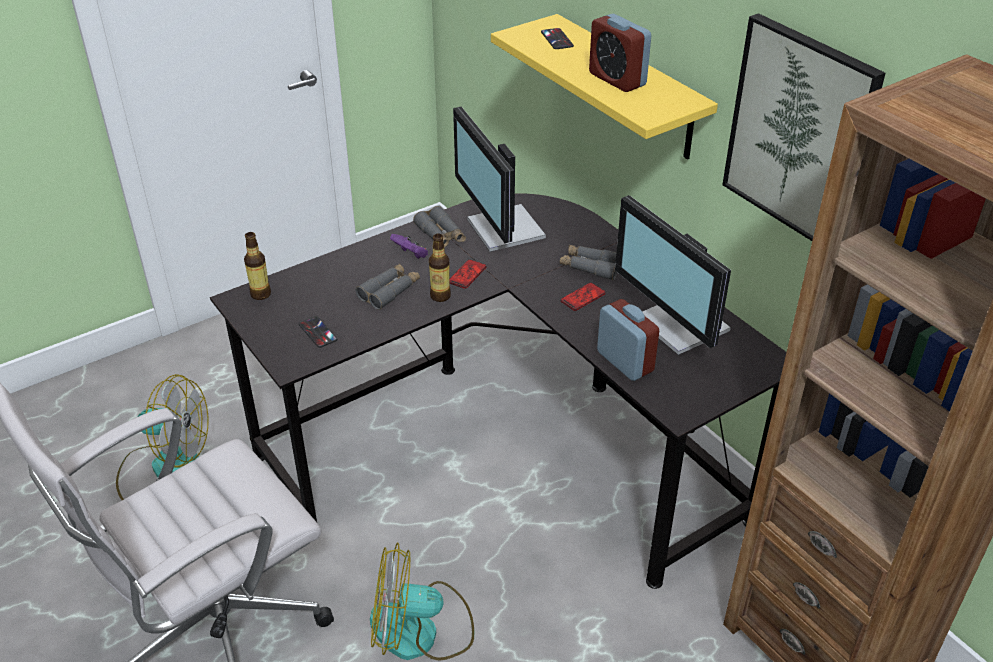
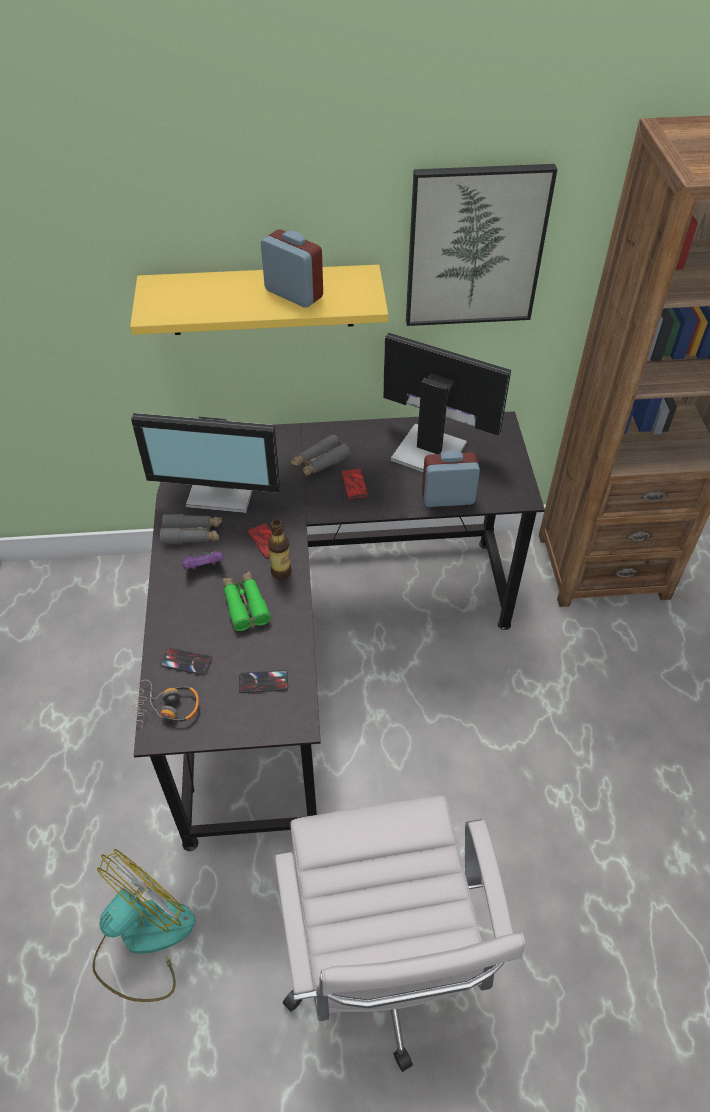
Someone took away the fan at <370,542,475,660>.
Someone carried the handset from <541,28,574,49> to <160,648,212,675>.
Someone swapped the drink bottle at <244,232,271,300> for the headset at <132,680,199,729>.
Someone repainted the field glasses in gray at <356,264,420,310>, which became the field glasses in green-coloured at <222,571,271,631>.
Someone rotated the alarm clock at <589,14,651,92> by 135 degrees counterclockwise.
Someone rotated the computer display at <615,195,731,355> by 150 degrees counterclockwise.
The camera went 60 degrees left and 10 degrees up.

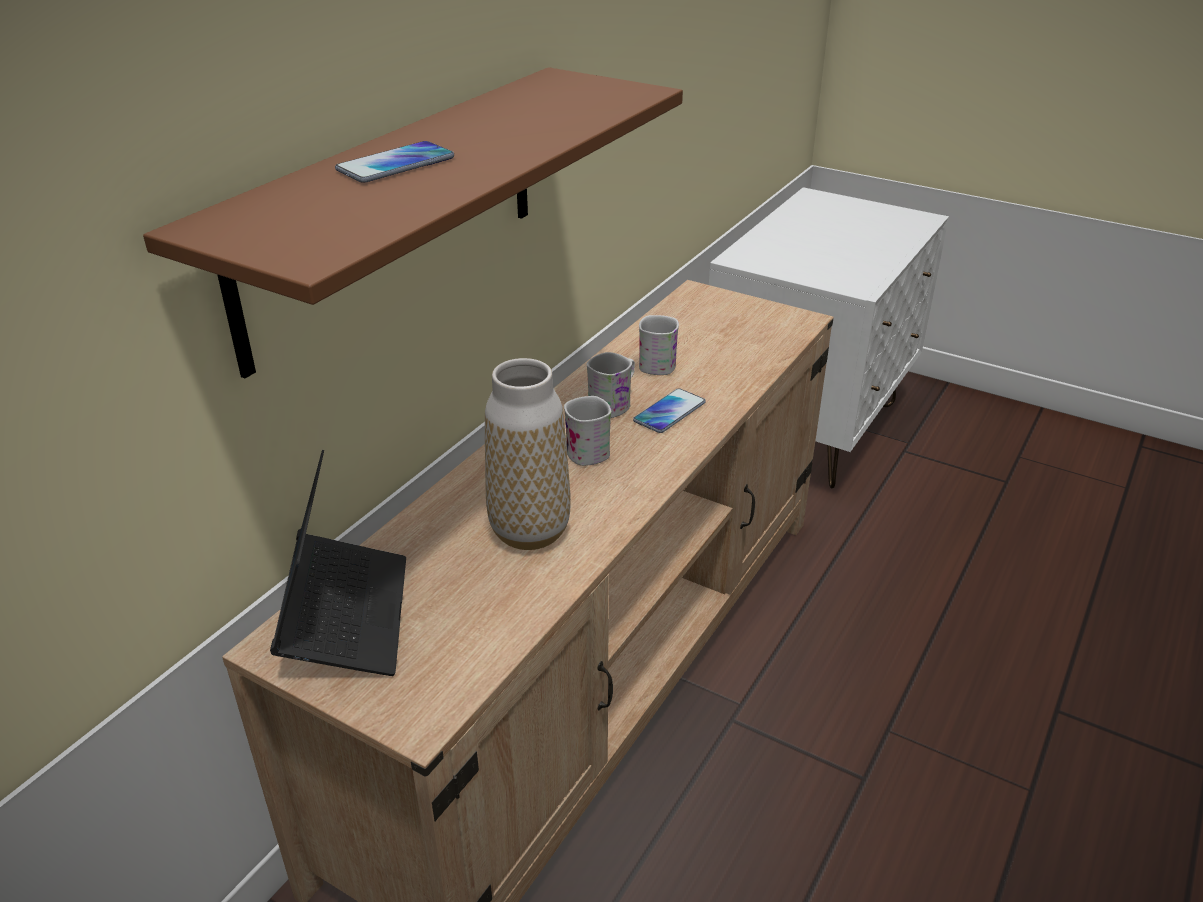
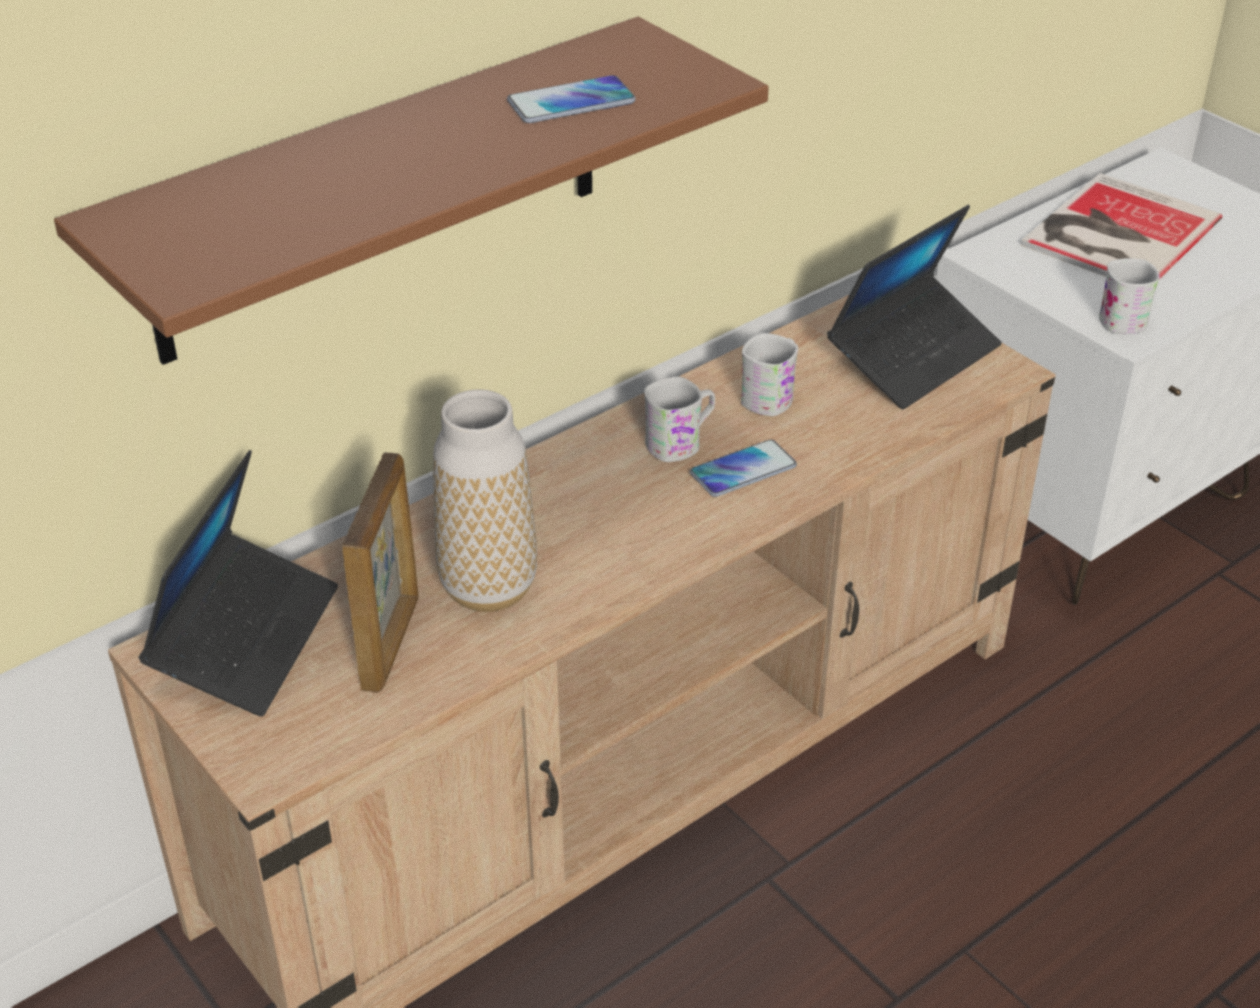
Someone put down the standing frame at <342,453,419,693>.
Someone put down the laptop at <827,205,1002,410>.
Someone put down the book at <1021,173,1222,279>.
Someone carried the handset from <335,141,454,183> to <507,75,636,123>.
Someone carried the coffee mug in whitish from <564,396,611,466> to <1099,258,1159,334>.
The camera went 20 degrees right and 5 degrees up.

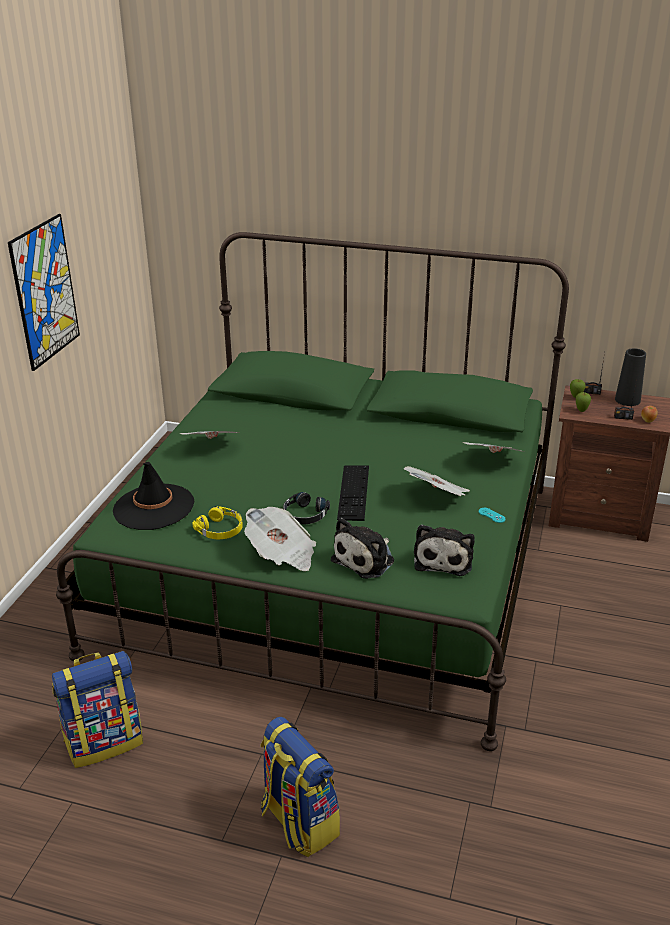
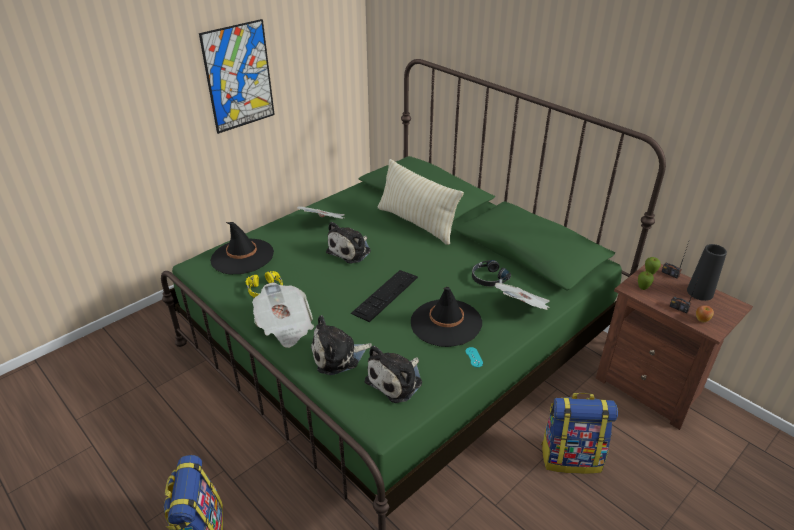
Someone put down the plush toy at <326,222,371,264>.
Someone put down the cushion in sand-coloured at <378,159,464,245>.
Someone carried the knapsack from <52,651,143,768> to <541,393,618,474>.
Someone carried the headset in blackish from <283,492,330,524> to <472,260,511,287>.
Someone swapped the newspaper at <404,466,470,496> for the clothing hat in blackish at <411,287,482,347>.
The camera went 30 degrees right and 5 degrees up.

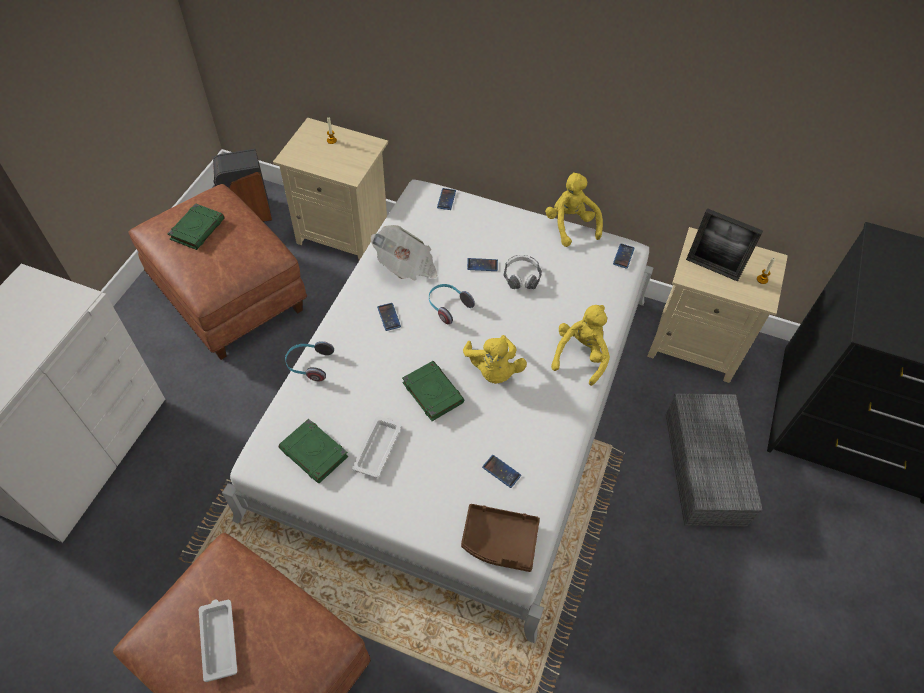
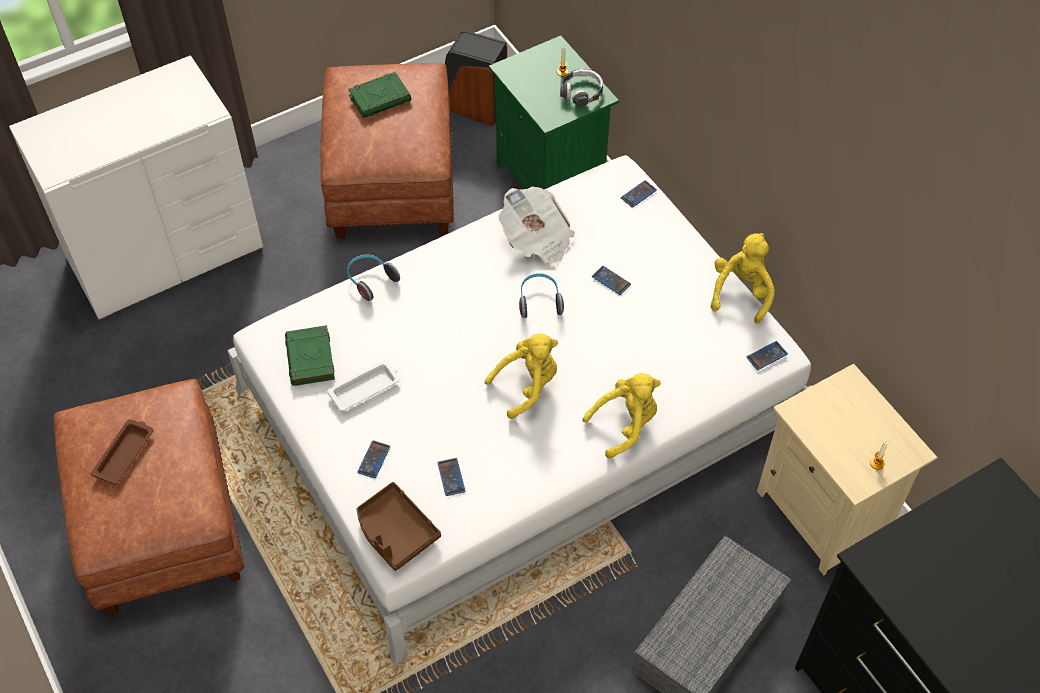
Someone took away the book in green-coloured at <402,361,464,421>.
Someone took away the standing frame at <686,208,763,282>.
Someone carried the handset from <377,303,401,331> to <357,440,390,479>.
Someone carried the headset from <503,255,542,289> to <560,69,603,107>.
Someone repainted the serving tray in whitish at <199,600,237,682>, which became the serving tray in brown-coloured at <90,419,154,485>.
Someone repainted the night table in sand-coloured at <273,118,388,260>, which became the night table in green-coloured at <489,36,619,189>.
Someone rotated the plush toy in yellow-coloured at <463,335,527,384> by 150 degrees counterclockwise.
The camera went 40 degrees right and 0 degrees up.

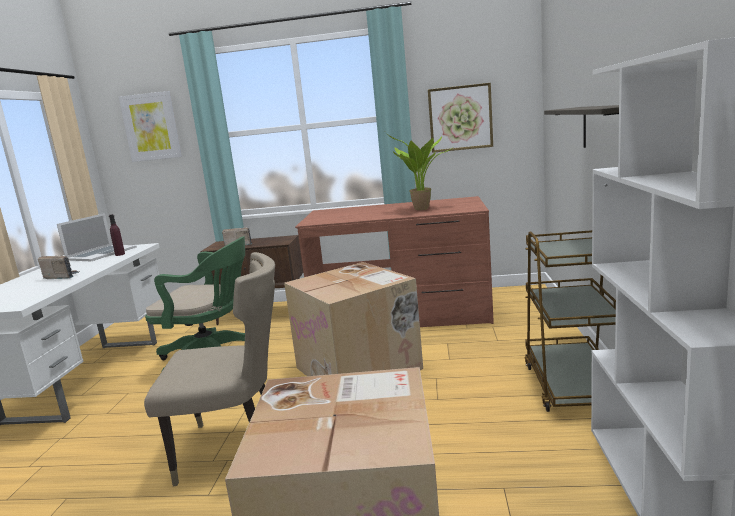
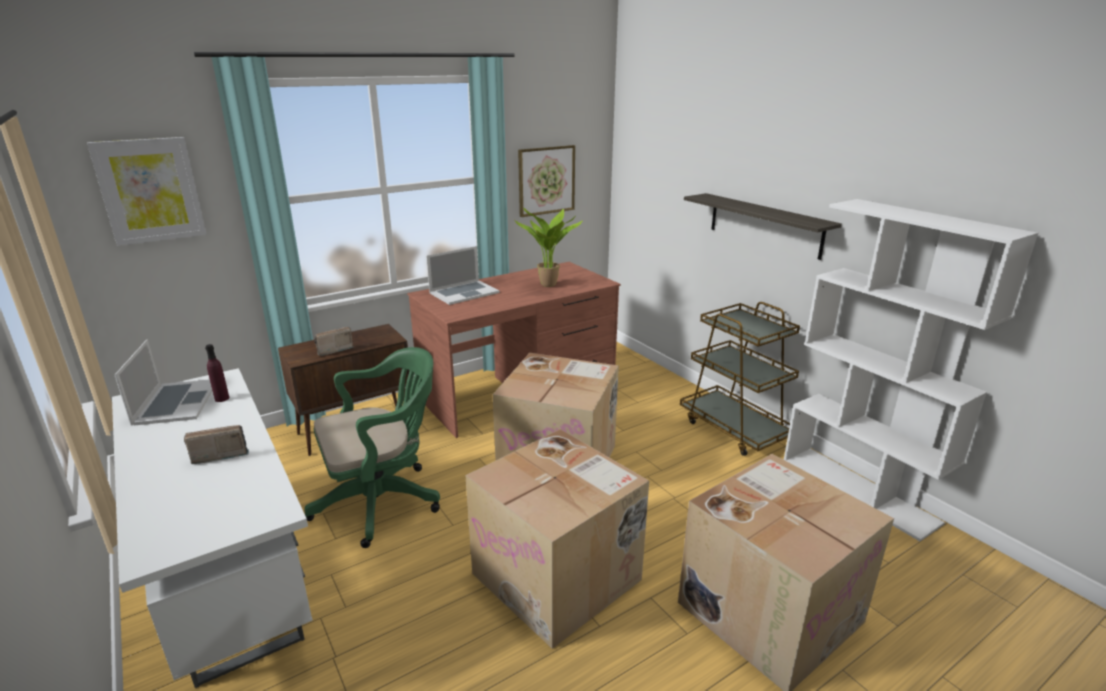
Someone put down the laptop at <426,246,500,305>.
Someone swapped the plain chair in sand-coloured at <144,252,275,486> for the carton at <465,429,649,649>.
The camera went 40 degrees left and 10 degrees up.

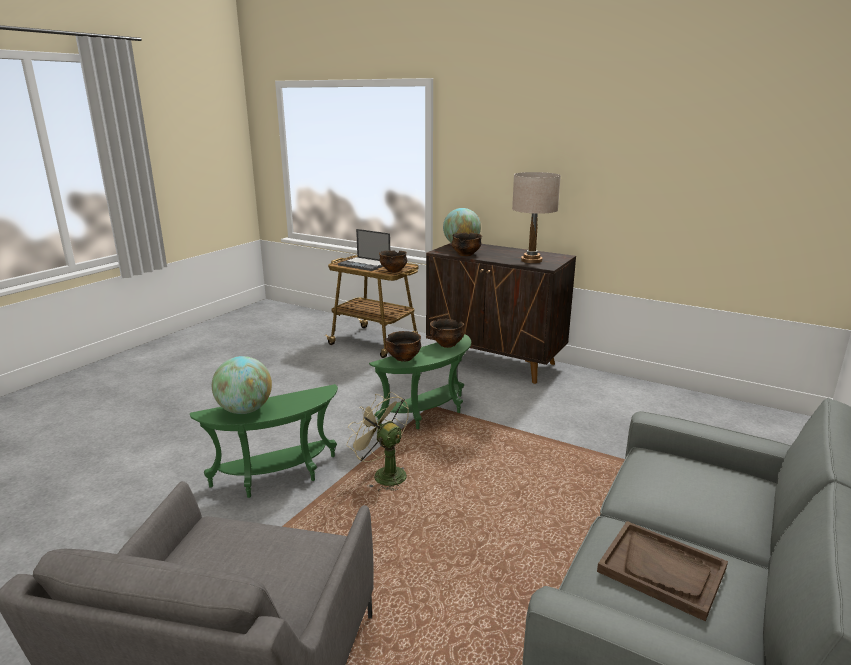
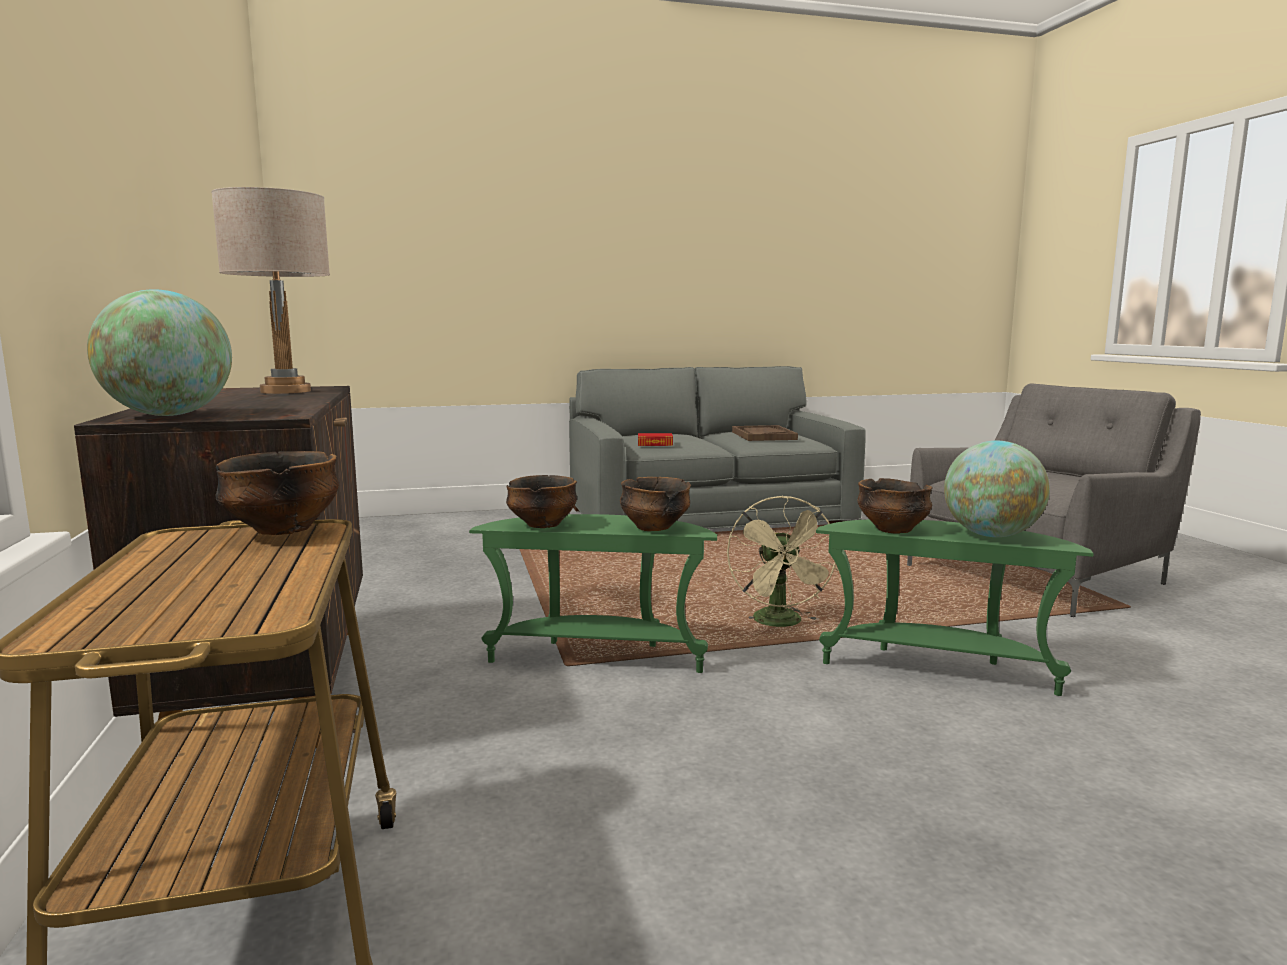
Someone took away the laptop at <338,229,390,271>.
Someone put down the book at <638,433,673,446>.
Someone carried the deep dish from <452,232,482,256> to <857,478,933,534>.
The camera went 135 degrees left and 10 degrees down.

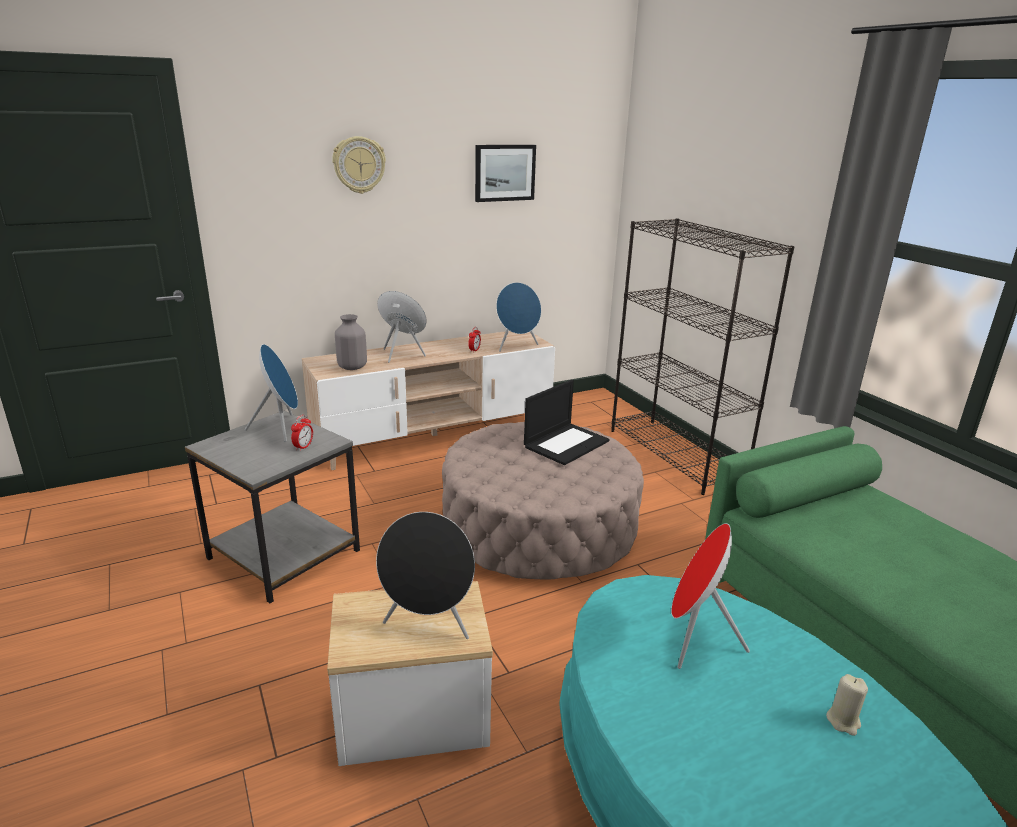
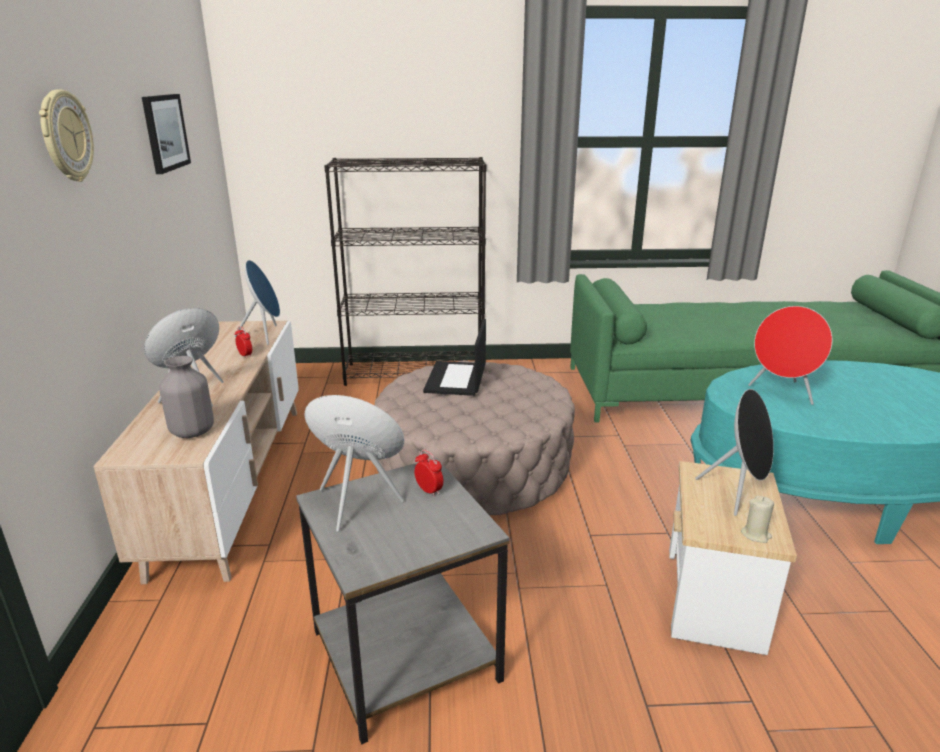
Someone carried the wax light in sand-coloured from <826,674,868,736> to <741,496,774,543>.
Someone rotated the laptop at <524,380,610,465> by 150 degrees counterclockwise.
The camera went 65 degrees left and 0 degrees up.

